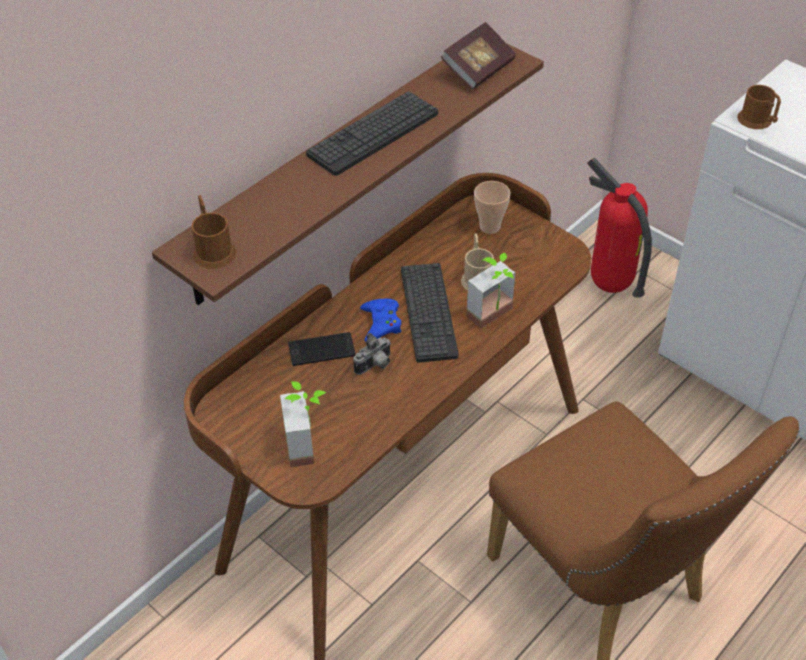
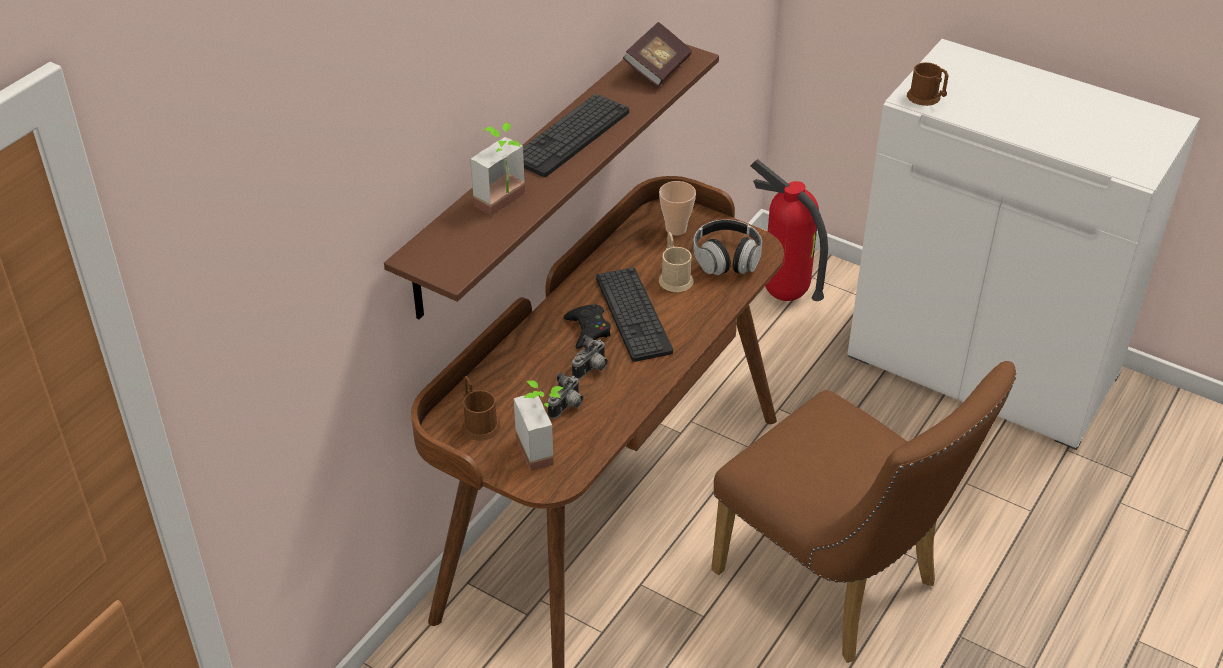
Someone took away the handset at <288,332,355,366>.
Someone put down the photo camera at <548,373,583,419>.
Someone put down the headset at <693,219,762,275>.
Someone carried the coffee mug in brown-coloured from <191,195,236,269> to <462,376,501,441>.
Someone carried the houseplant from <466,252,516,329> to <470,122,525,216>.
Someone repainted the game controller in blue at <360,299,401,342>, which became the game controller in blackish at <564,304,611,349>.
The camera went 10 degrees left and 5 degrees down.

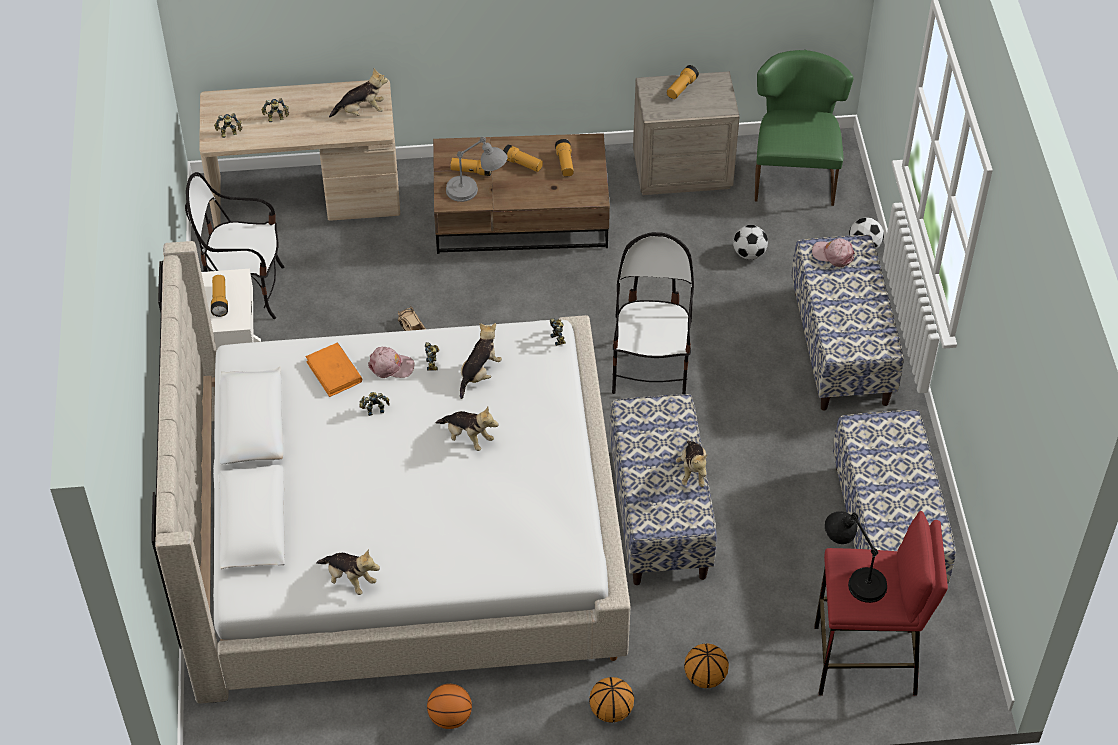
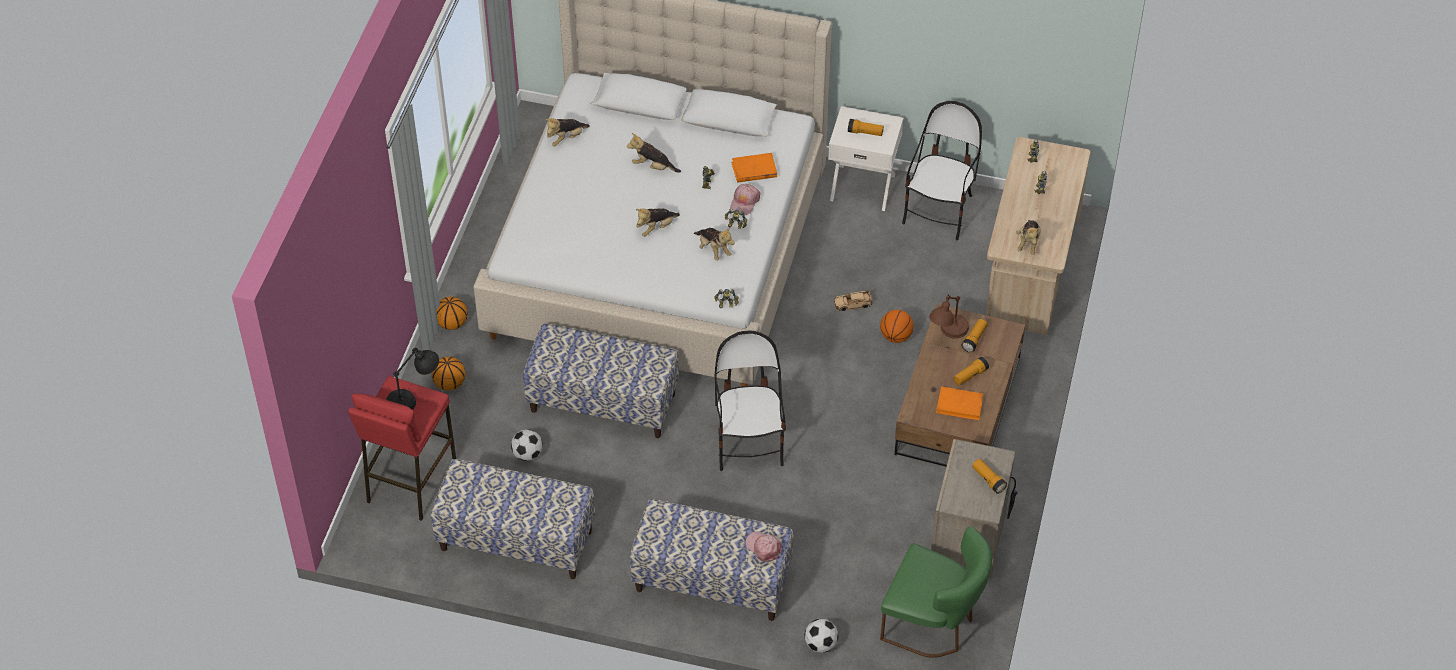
Someone carried the ball for basketball from <427,684,472,729> to <880,310,914,343>.
Someone carried the plush toy from <676,441,708,487> to <627,133,681,173>.
Someone carried the football from <733,225,768,260> to <511,429,543,461>.
Someone swapped the hand torch at <555,139,574,176> for the book in orangey at <936,386,983,421>.
Someone repainted the lamp for a table in gray at <446,137,507,202>, which became the lamp for a table in brown-coloured at <929,295,969,339>.
Someone rotated the plain chair at <612,232,694,394> by 120 degrees counterclockwise.
Someone rotated the cap in pink at <812,238,855,267> by 90 degrees counterclockwise.
The camera went 110 degrees right and 0 degrees up.

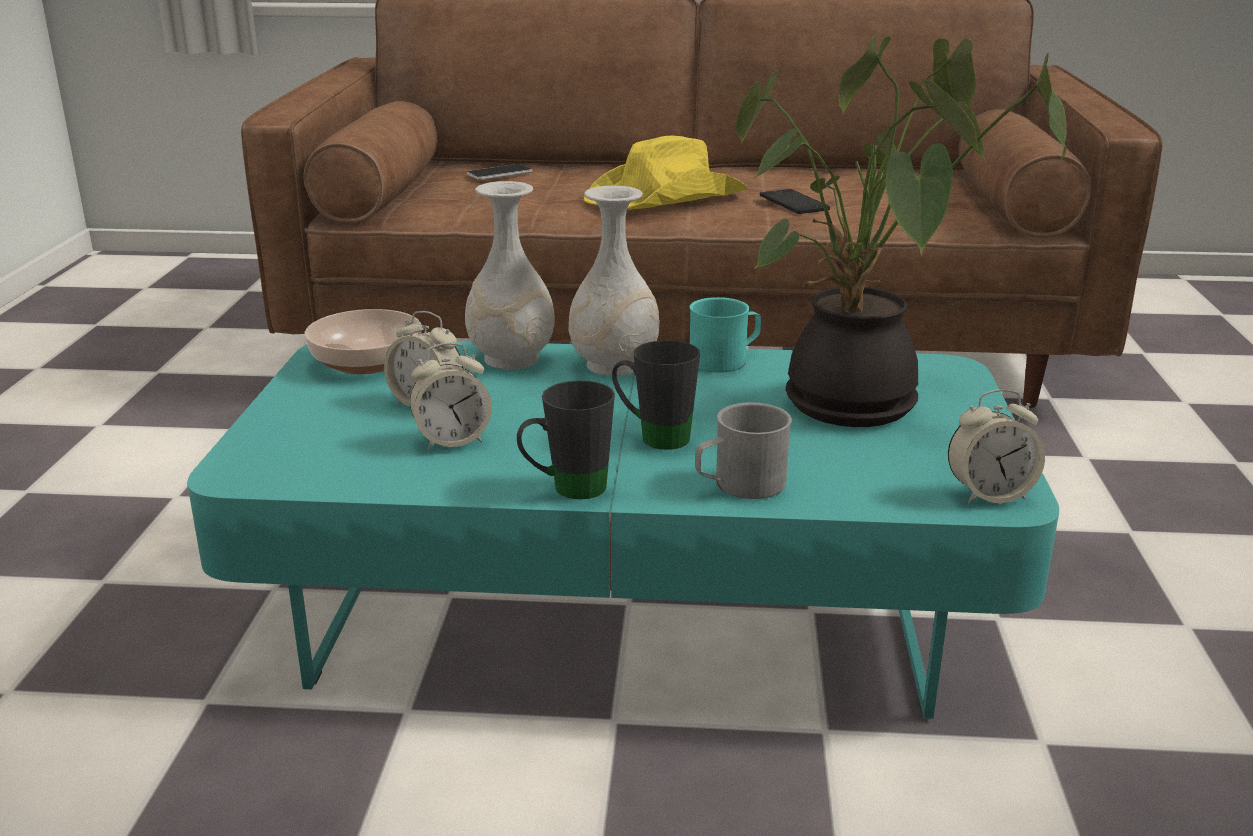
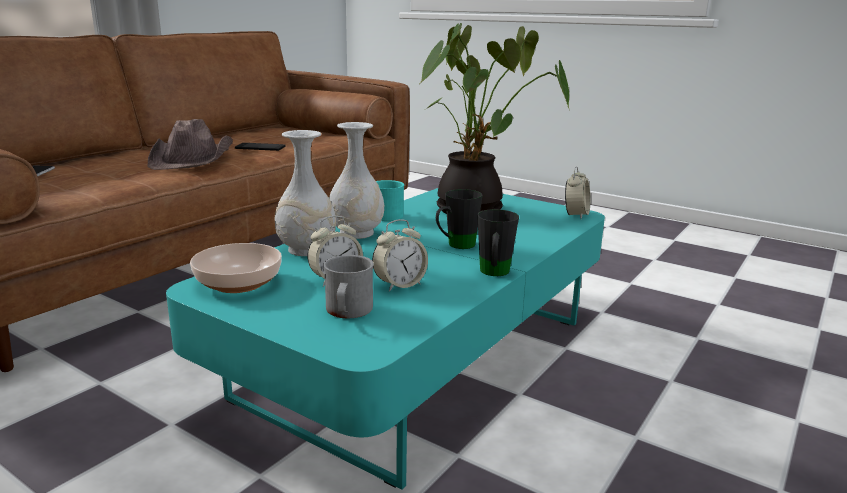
Someone carried the coffee mug in gray from <695,402,792,499> to <323,255,374,318>.
Someone repainted the clothing hat in yellow-coloured at <584,135,748,209>, which became the clothing hat in brown-coloured at <147,119,233,170>.
Someone rotated the alarm clock at <410,343,492,450> by 45 degrees clockwise.
The camera went 60 degrees left and 5 degrees down.

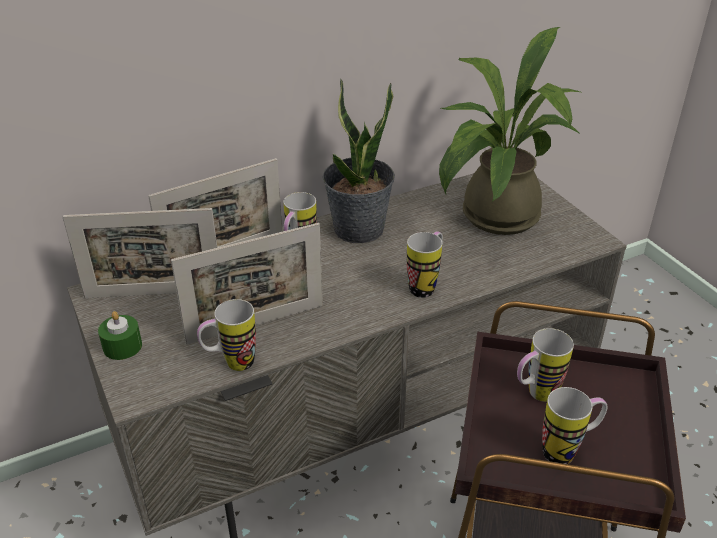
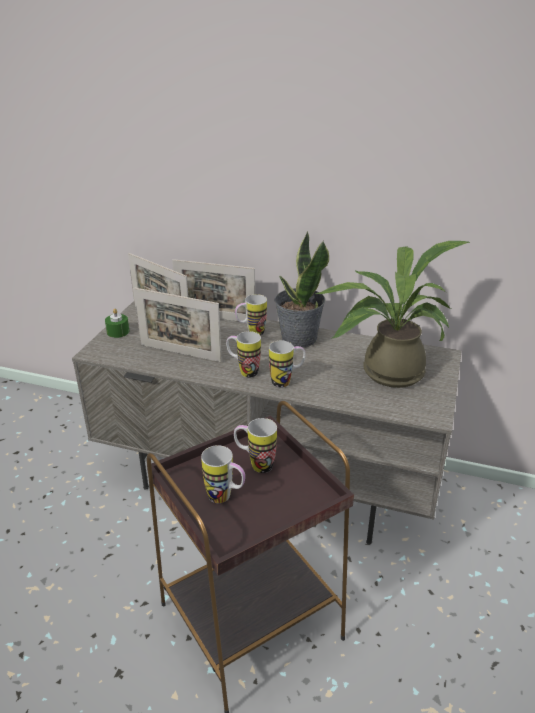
Someone carried the coffee mug from <197,299,256,371> to <226,331,261,378>.
The camera went 45 degrees right and 5 degrees down.

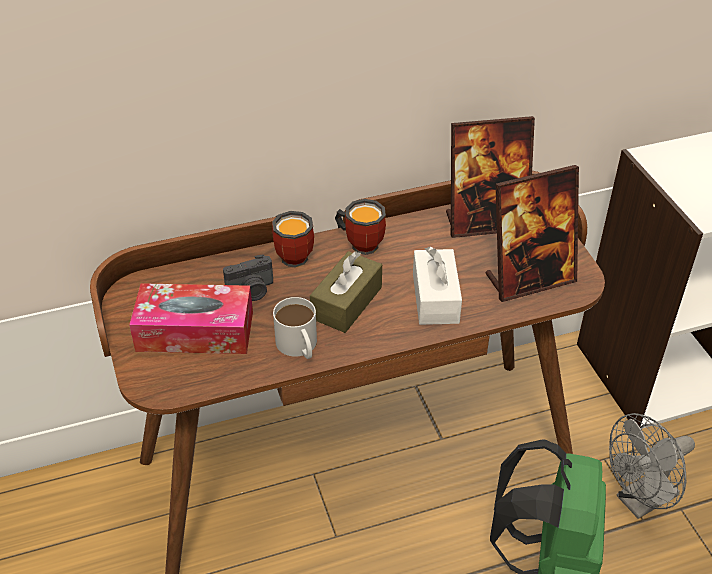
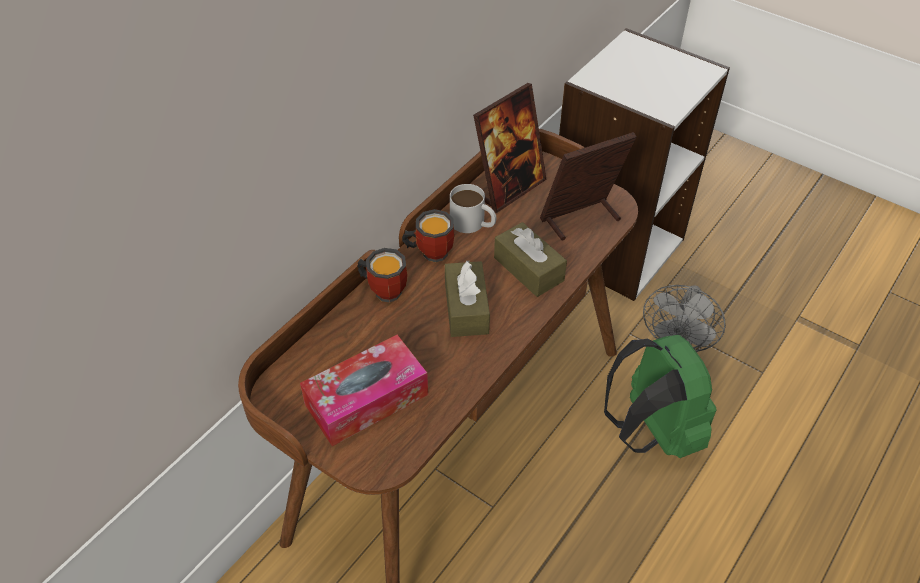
Someone took away the photo camera at <223,255,273,301>.
Someone carried the coffee mug in whitish from <273,297,317,359> to <450,184,496,233>.
Someone repainted the tissue box in whitish at <413,247,462,325>, which became the tissue box in brown-coloured at <494,222,567,297>.
Someone rotated the standing frame at <486,165,579,302> by 150 degrees counterclockwise.
The camera went 35 degrees left and 5 degrees up.

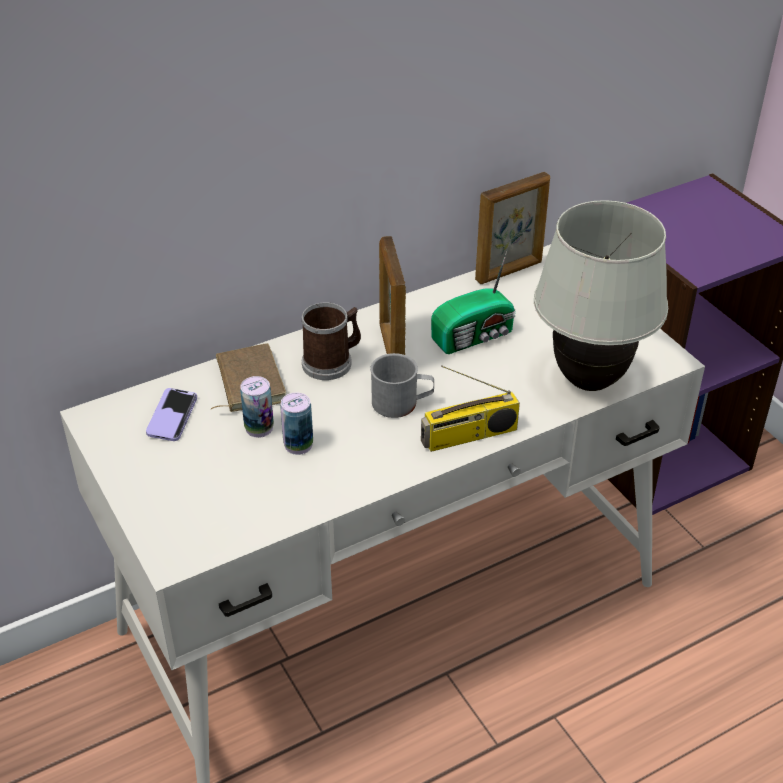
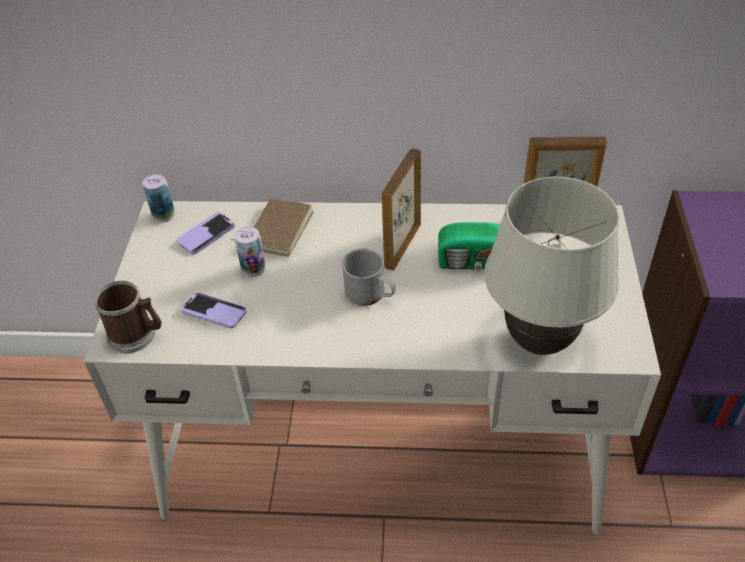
Someone took away the radio at <421,366,520,452>.
Someone put down the handset at <181,293,247,328>.
Someone carried the metal can from <280,393,313,455> to <143,174,175,223>.
Someone carried the coffee mug from <302,302,361,380> to <94,280,162,353>.
The camera went 35 degrees right and 5 degrees up.

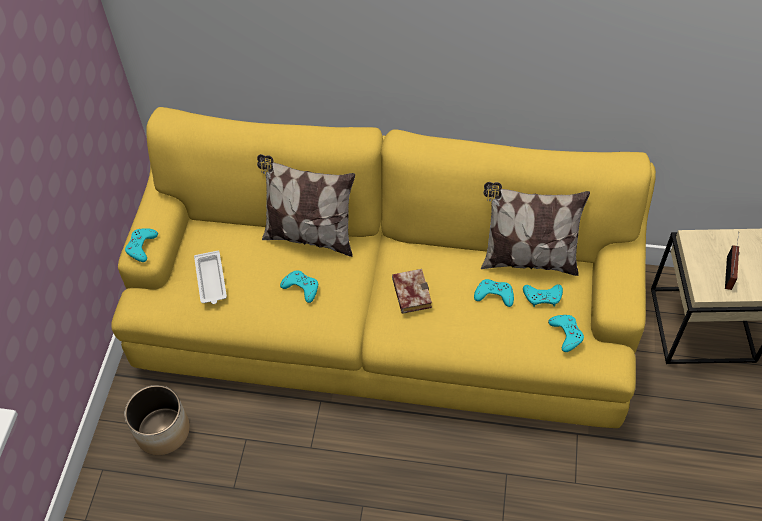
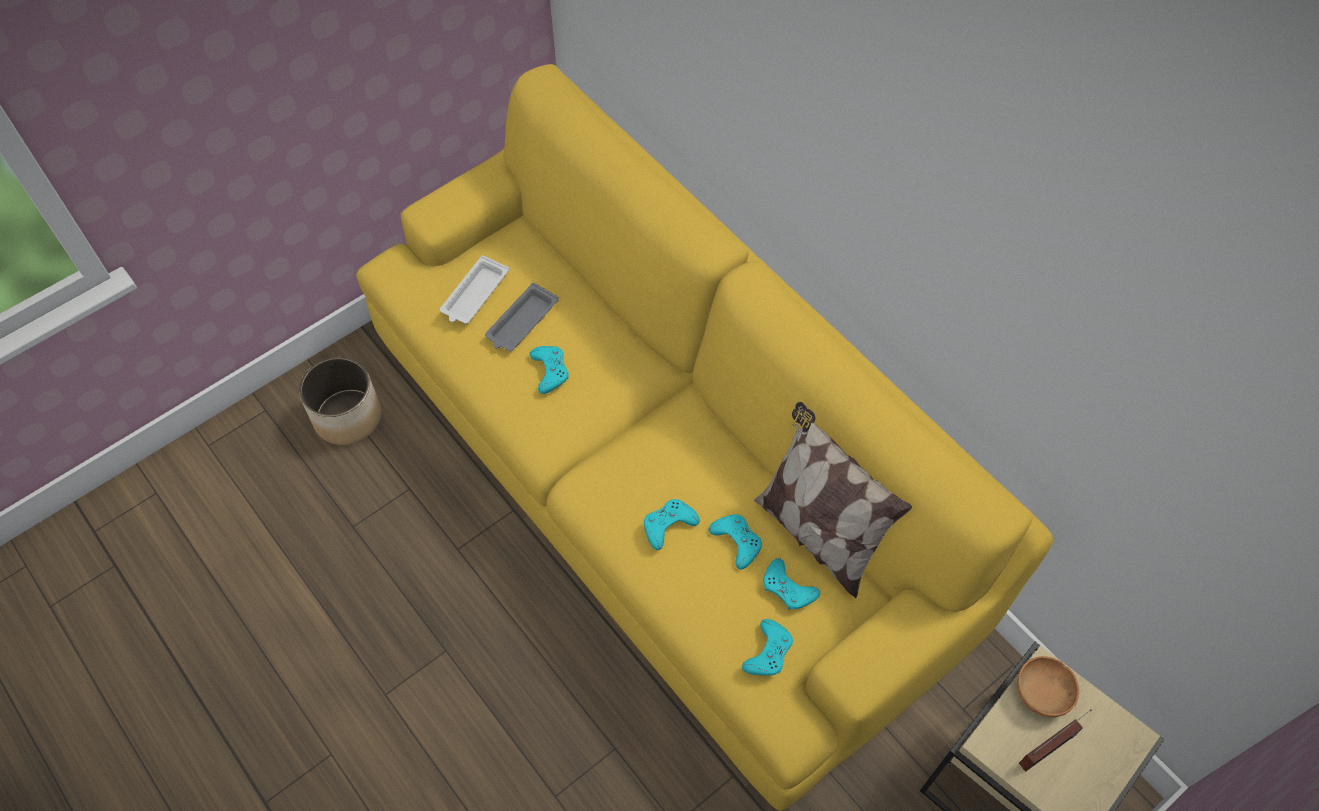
Someone took away the cushion at <257,154,355,257>.
Someone took away the book at <392,269,432,314>.
Someone put down the serving tray in gray at <485,283,559,352>.
Someone put down the deep dish in brown-coloured at <1017,656,1079,717>.
Someone carried the game controller in turquoise from <125,228,158,262> to <644,499,700,550>.
The camera went 40 degrees right and 5 degrees up.

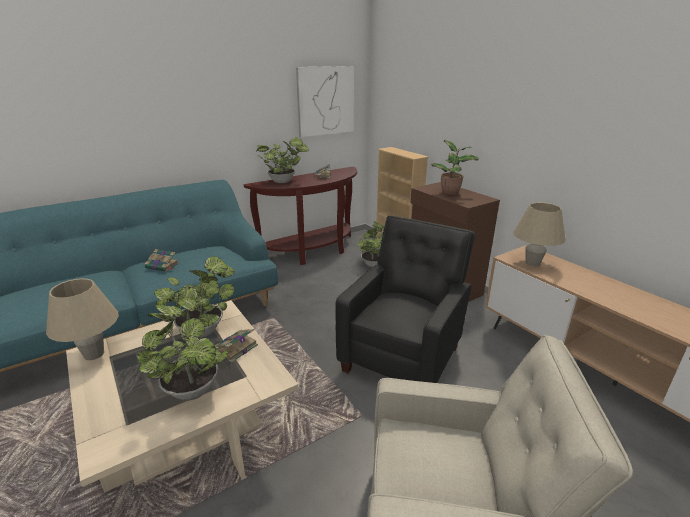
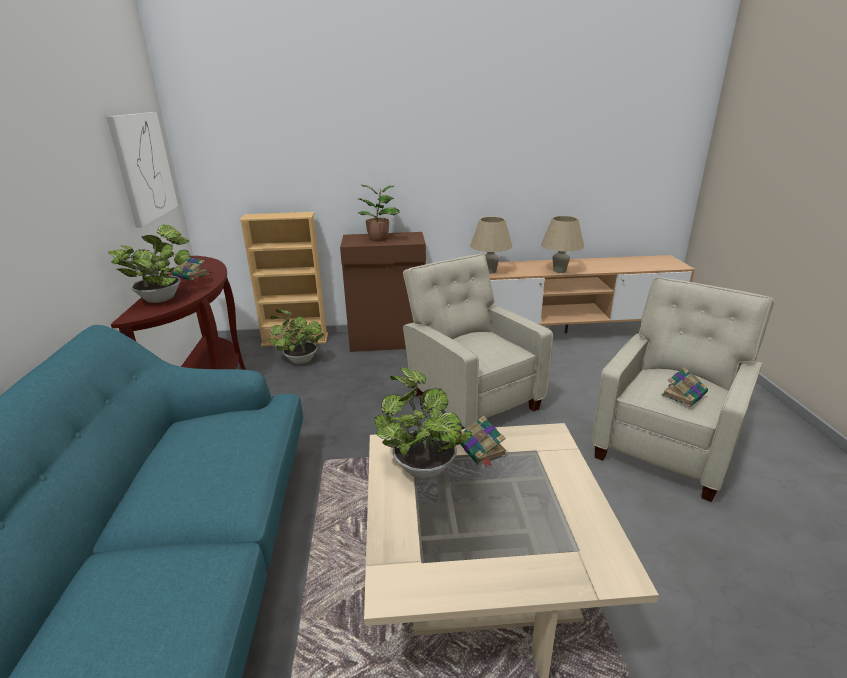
Someone took away the houseplant at <137,305,229,401>.
Someone carried the lamp for a table in sand-coloured from <46,278,119,360> to <541,216,584,273>.
Someone carried the book from <145,249,179,272> to <661,367,708,407>.
Someone repainted the lounge chair in blackish at <335,216,476,383>, which became the lounge chair in sand-coloured at <403,254,553,429>.
The camera went 60 degrees left and 0 degrees up.

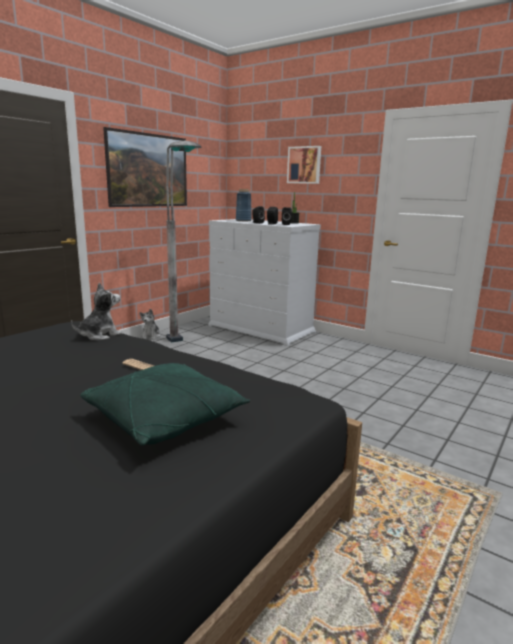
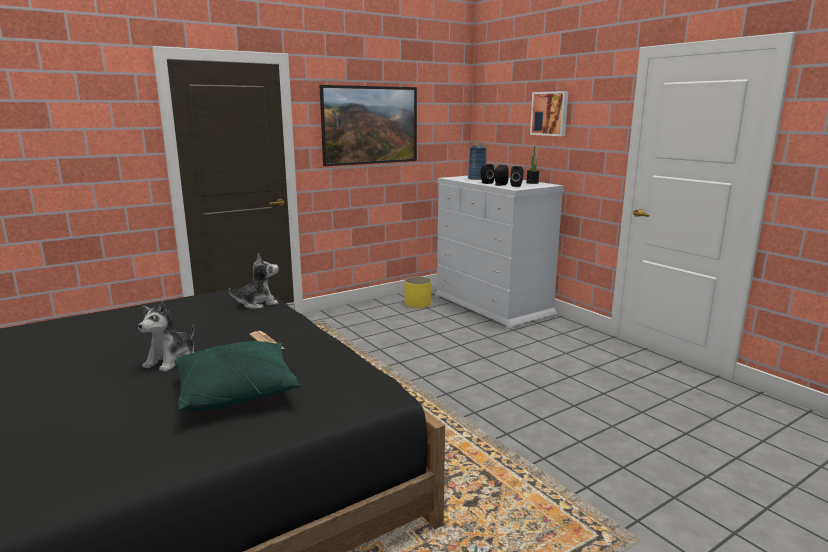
Someone took away the floor lamp in gray at <166,141,202,343>.
Someone put down the planter in yellow-coloured at <404,276,432,308>.
Someone carried the plush toy from <139,309,161,340> to <138,300,194,372>.
The camera went 20 degrees right and 0 degrees up.

